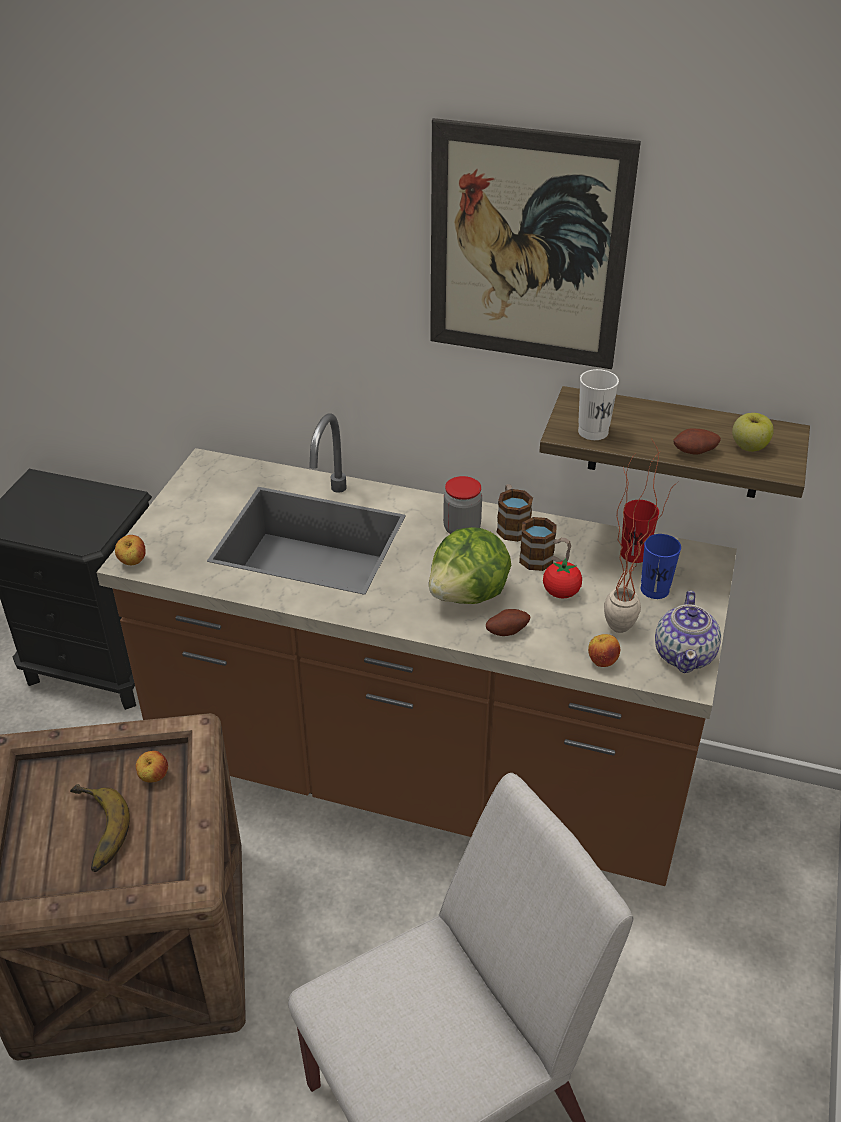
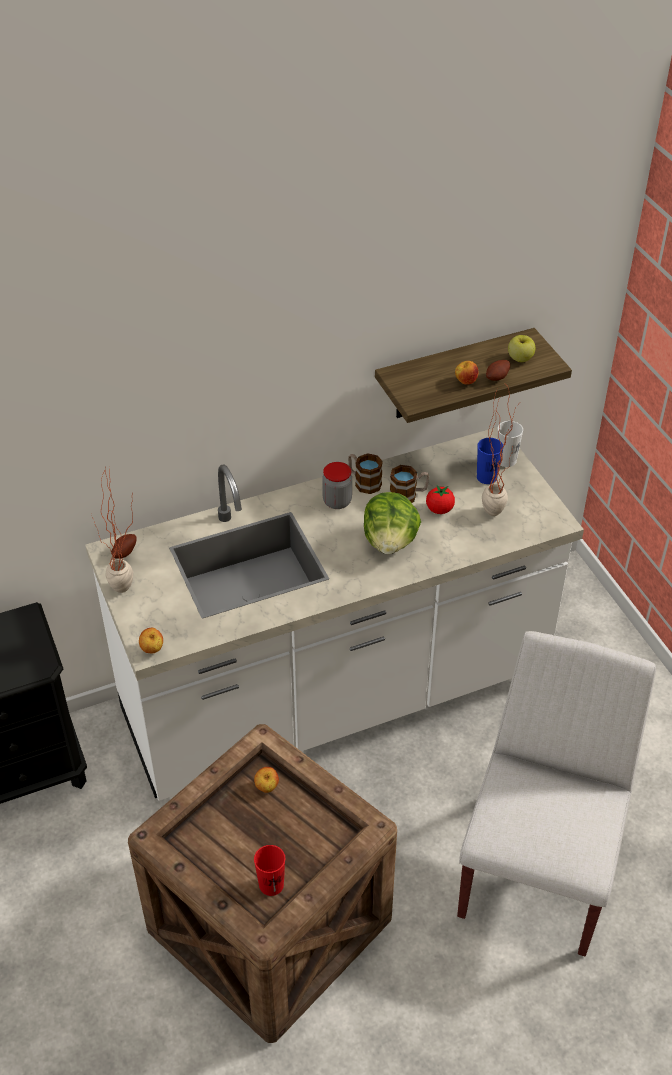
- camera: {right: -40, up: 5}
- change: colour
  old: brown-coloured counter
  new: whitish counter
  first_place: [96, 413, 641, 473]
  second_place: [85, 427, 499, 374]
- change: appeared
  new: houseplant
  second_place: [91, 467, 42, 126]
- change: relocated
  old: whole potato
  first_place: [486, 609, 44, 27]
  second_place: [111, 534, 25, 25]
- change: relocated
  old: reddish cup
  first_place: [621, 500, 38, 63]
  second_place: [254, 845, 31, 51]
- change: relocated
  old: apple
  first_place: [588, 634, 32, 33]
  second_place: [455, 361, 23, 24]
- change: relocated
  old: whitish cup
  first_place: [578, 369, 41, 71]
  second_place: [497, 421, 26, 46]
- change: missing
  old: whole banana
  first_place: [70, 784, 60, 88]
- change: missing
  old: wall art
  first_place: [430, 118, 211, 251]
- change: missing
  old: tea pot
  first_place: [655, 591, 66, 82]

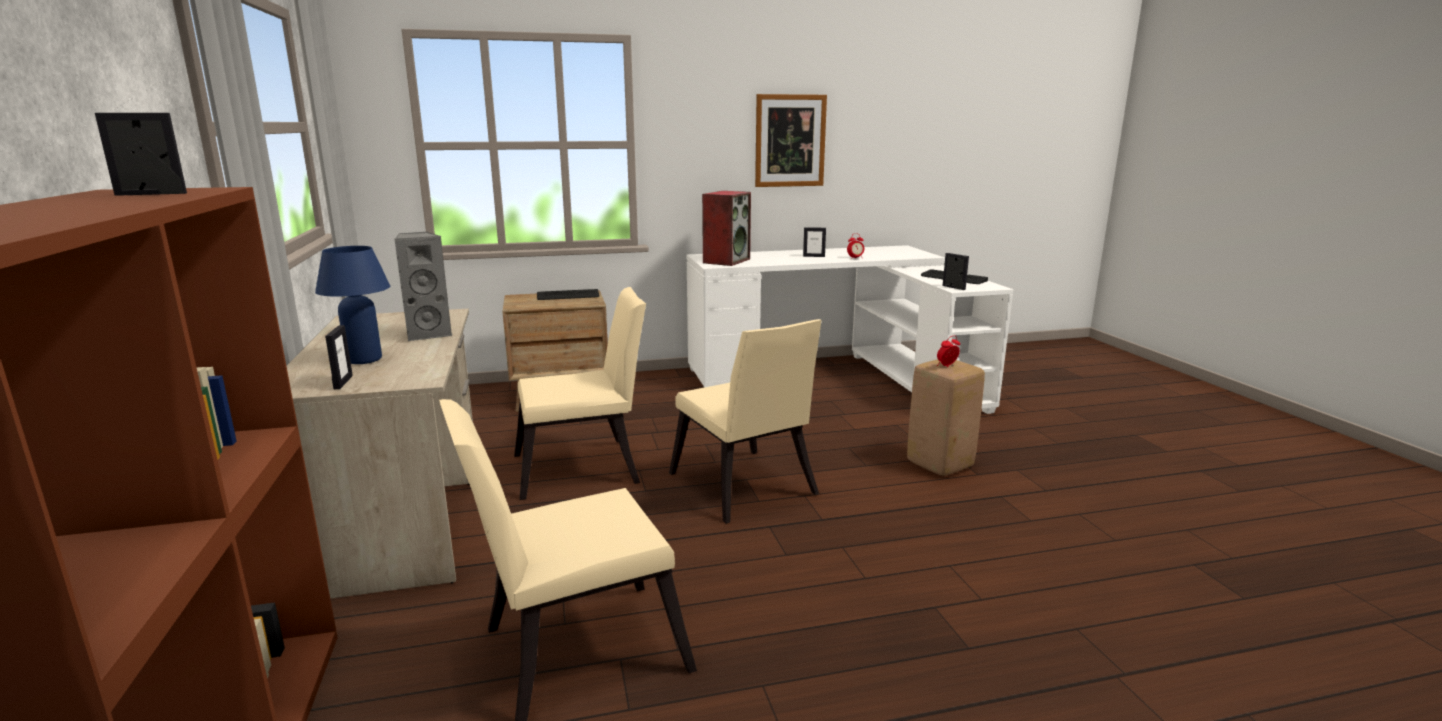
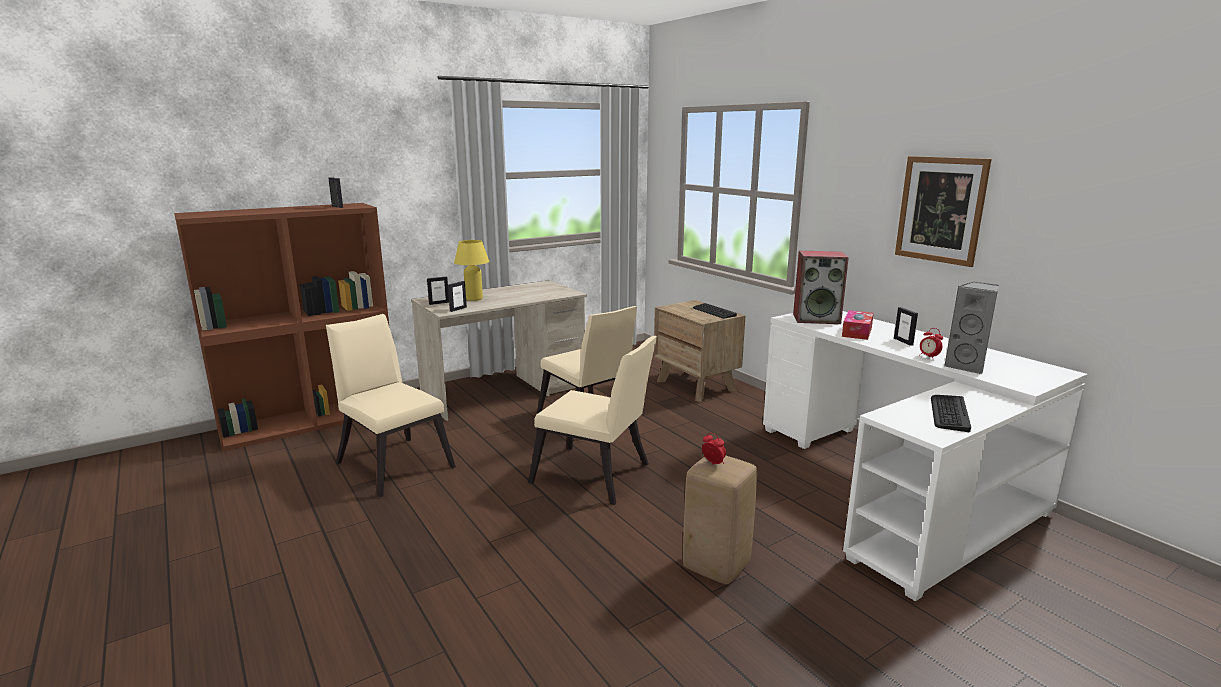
- camera: {right: 70, up: 0}
- change: relocated
  old: standing frame
  first_place: [943, 253, 26, 37]
  second_place: [448, 281, 19, 31]
- change: colour
  old: bluish table lamp
  new: yellow table lamp
  first_place: [315, 246, 75, 118]
  second_place: [454, 240, 35, 61]
- change: spun
  old: beige-coloured chair
  first_place: [669, 319, 152, 205]
  second_place: [528, 336, 129, 169]
  degrees: -105
- change: appeared
  new: box of tissues
  second_place: [842, 310, 32, 30]
- change: relocated
  old: gray audio speaker
  first_place: [394, 232, 58, 110]
  second_place: [944, 282, 55, 92]

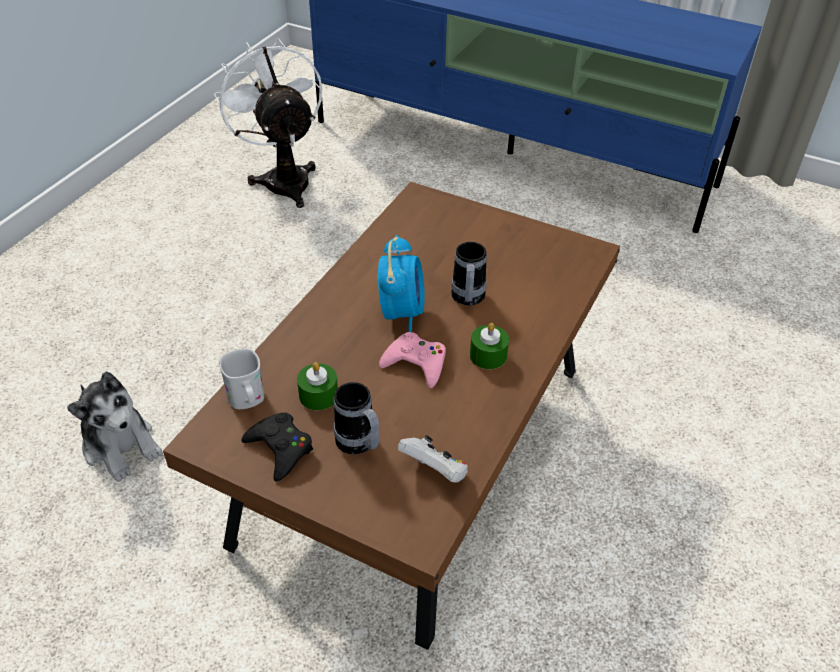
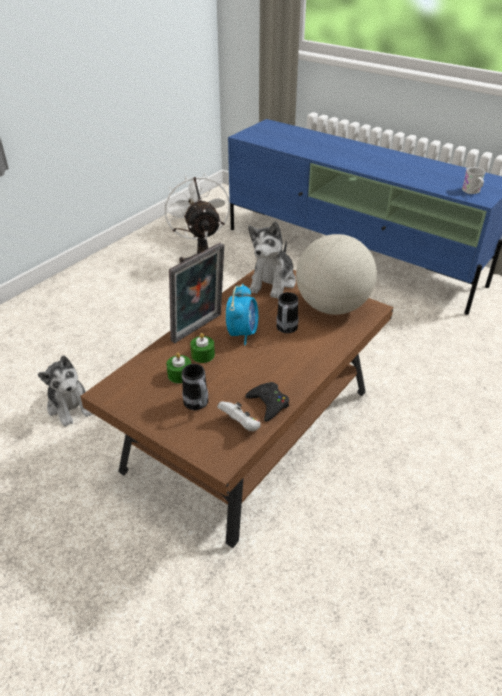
- camera: {right: 10, up: -5}
- change: appeared
  new: standing frame
  second_place: [169, 243, 56, 100]
- change: relocated
  old: green-coloured wax light
  first_place: [470, 323, 39, 46]
  second_place: [190, 333, 25, 30]
- change: relocated
  old: black gamepad
  first_place: [242, 413, 71, 69]
  second_place: [245, 382, 44, 40]
- change: appeared
  new: cuddly toy
  second_place: [248, 221, 48, 78]
- change: appeared
  new: desk globe
  second_place: [296, 234, 81, 81]
- change: relocated
  old: whitish tea mug
  first_place: [219, 349, 45, 60]
  second_place: [462, 167, 24, 27]
- change: missing
  old: pink gamepad
  first_place: [379, 332, 67, 56]

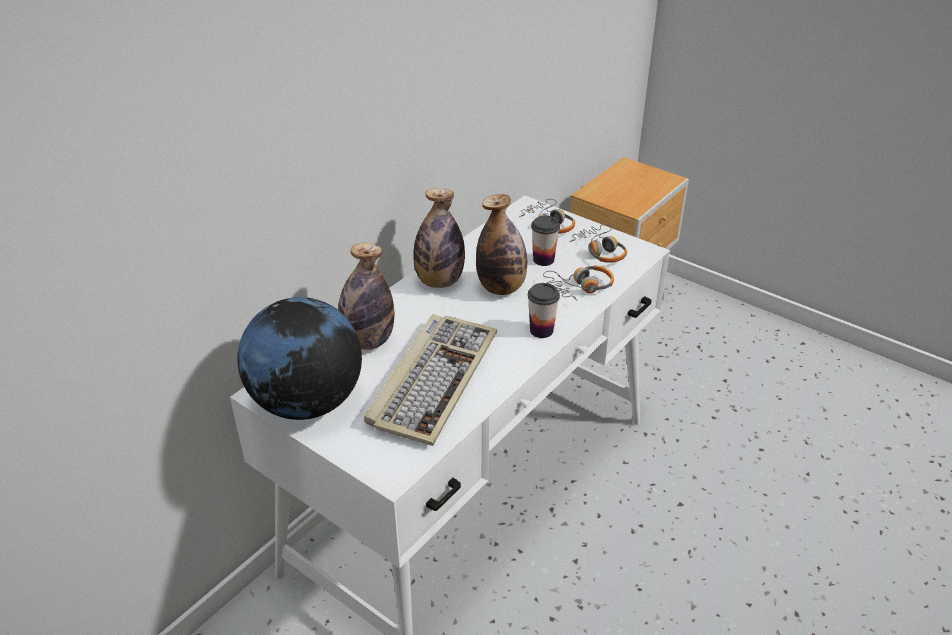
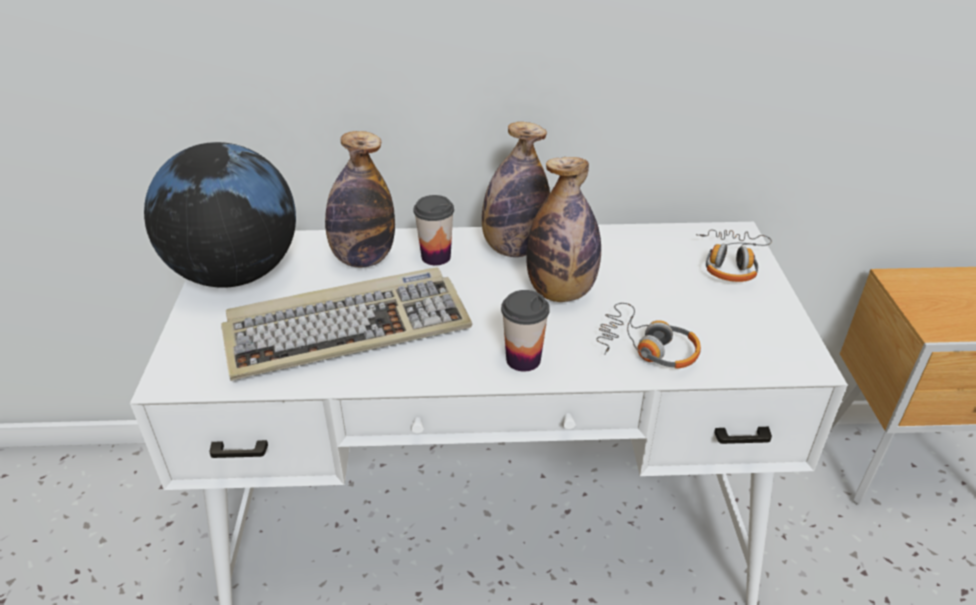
- camera: {right: 50, up: 0}
- change: relocated
  old: cup
  first_place: [531, 216, 29, 50]
  second_place: [414, 195, 40, 70]
- change: missing
  old: pair of headphones
  first_place: [569, 224, 58, 39]

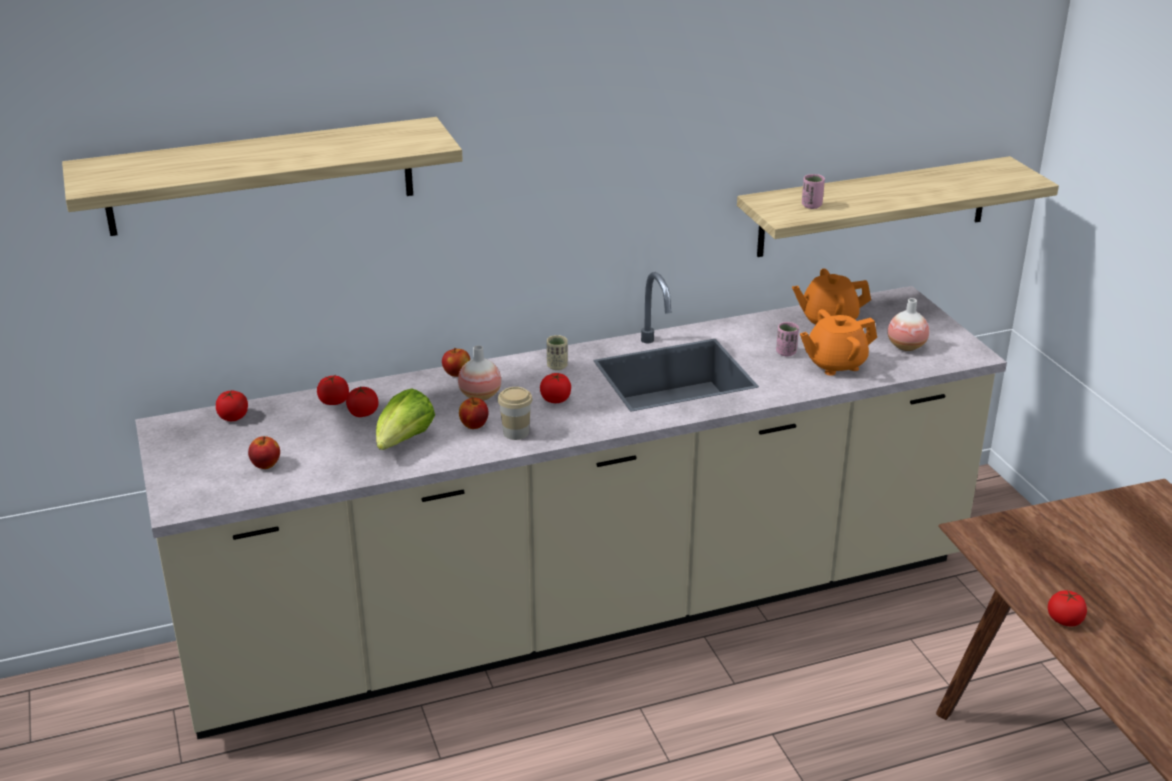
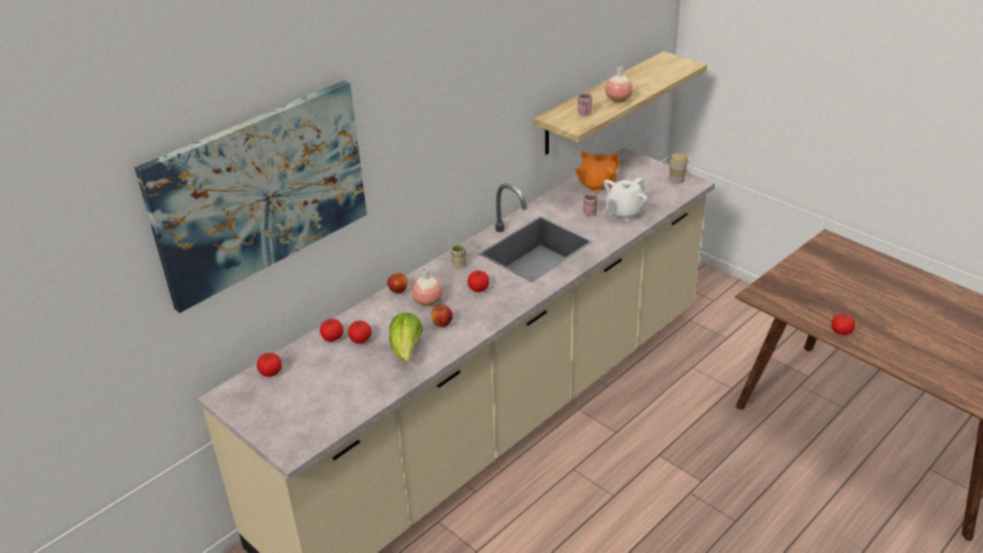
- camera: {right: -25, up: 5}
- change: exchanged
  old: shelf
  new: wall art
  first_place: [62, 117, 401, 119]
  second_place: [134, 80, 233, 233]
- change: colour
  old: orangey tea pot
  new: whitish tea pot
  first_place: [800, 309, 77, 67]
  second_place: [604, 177, 44, 44]
- change: relocated
  old: flower vase
  first_place: [888, 298, 41, 53]
  second_place: [605, 66, 28, 36]
- change: relocated
  old: cup
  first_place: [498, 387, 35, 53]
  second_place: [668, 153, 21, 31]
- change: missing
  old: apple
  first_place: [248, 436, 32, 33]

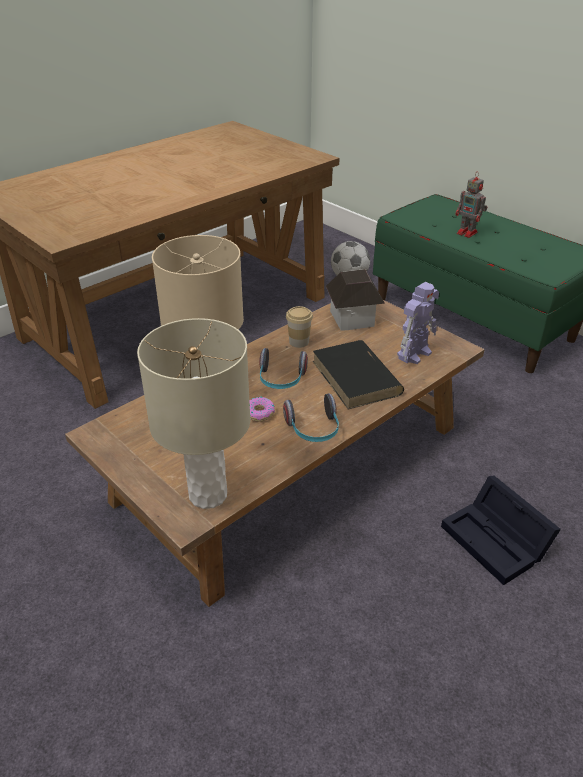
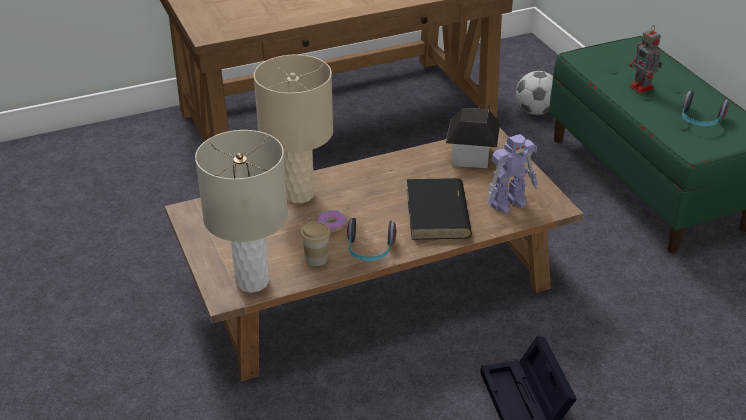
- camera: {right: 20, up: 0}
- change: relocated
  old: cup
  first_place: [286, 306, 27, 42]
  second_place: [300, 221, 30, 45]
- change: relocated
  old: pair of headphones
  first_place: [259, 348, 49, 41]
  second_place: [682, 91, 47, 35]

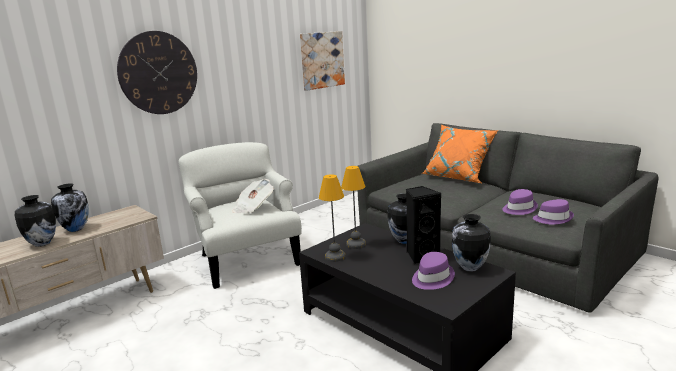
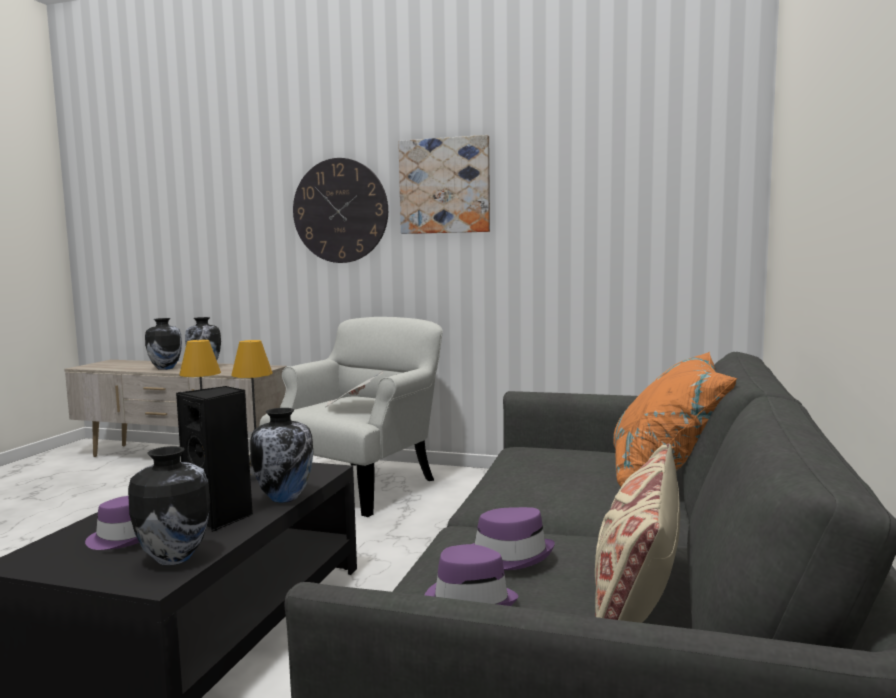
- camera: {right: 60, up: -10}
- change: relocated
  old: wall art
  first_place: [300, 31, 45, 60]
  second_place: [398, 135, 92, 99]
- change: appeared
  new: beige-coloured pillow
  second_place: [595, 443, 85, 180]

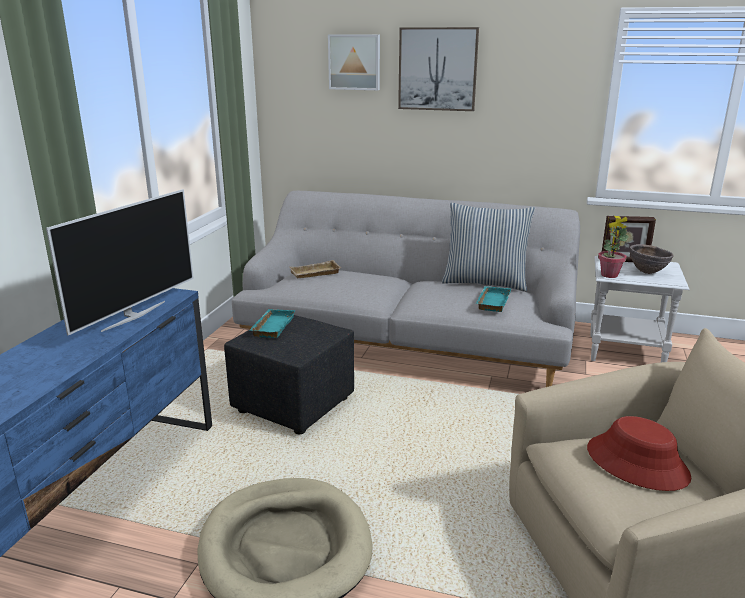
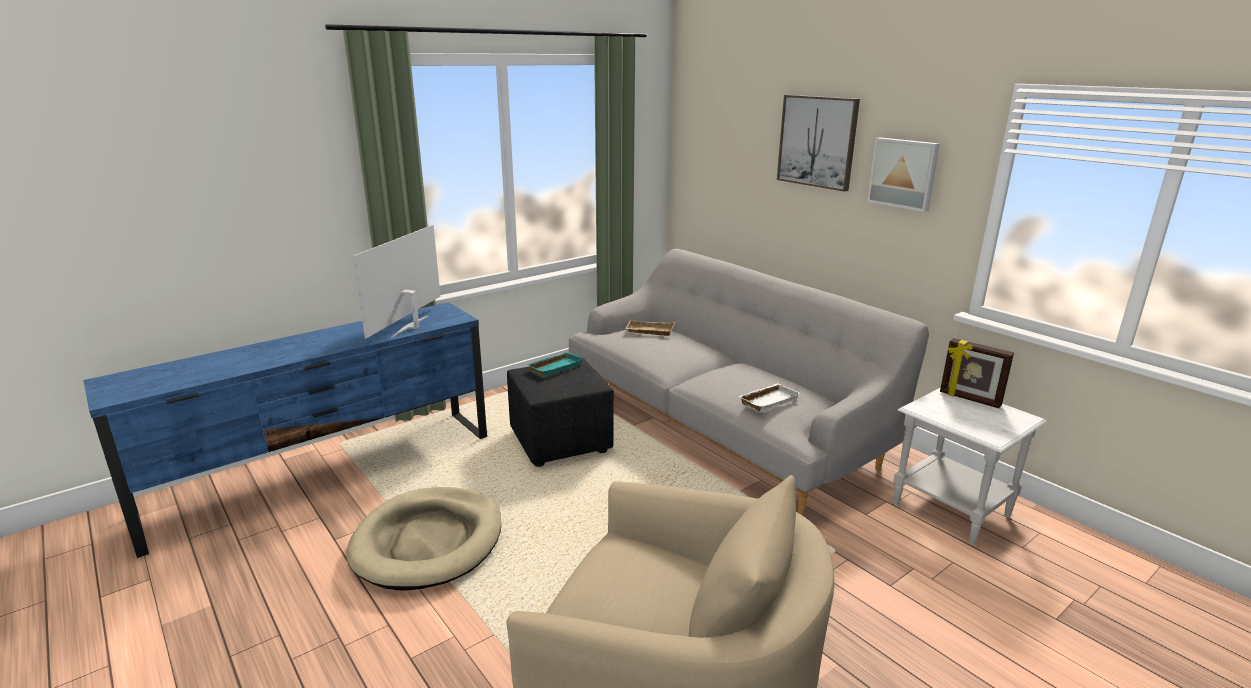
- camera: {right: 35, up: 0}
- change: spun
  old: TV
  first_place: [46, 189, 148, 146]
  second_place: [353, 225, 88, 113]
  degrees: 135
- change: colour
  old: blue-green serving tray
  new: whitish serving tray
  first_place: [476, 286, 35, 26]
  second_place: [739, 383, 61, 29]
- change: relocated
  old: wall art
  first_place: [328, 35, 52, 55]
  second_place: [867, 137, 73, 75]
- change: missing
  old: pillow
  first_place: [442, 203, 93, 88]
- change: missing
  old: reddish wearable hat
  first_place: [587, 416, 104, 75]
- change: missing
  old: houseplant
  first_place: [598, 226, 30, 52]
- change: missing
  old: brown-coloured serving bowl
  first_place: [630, 244, 44, 30]

